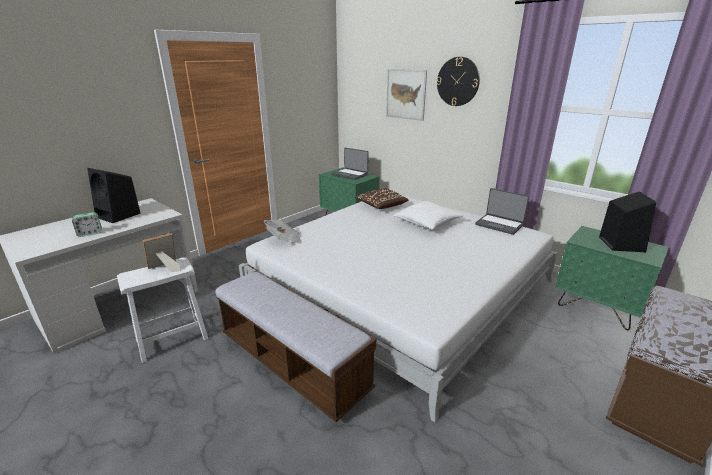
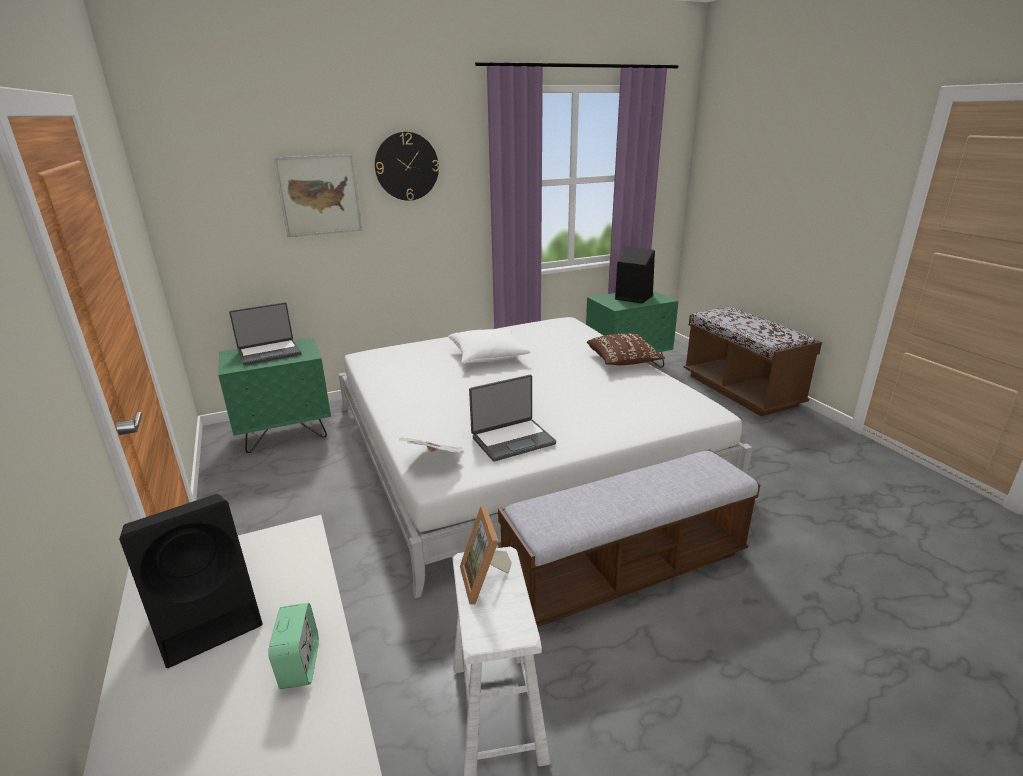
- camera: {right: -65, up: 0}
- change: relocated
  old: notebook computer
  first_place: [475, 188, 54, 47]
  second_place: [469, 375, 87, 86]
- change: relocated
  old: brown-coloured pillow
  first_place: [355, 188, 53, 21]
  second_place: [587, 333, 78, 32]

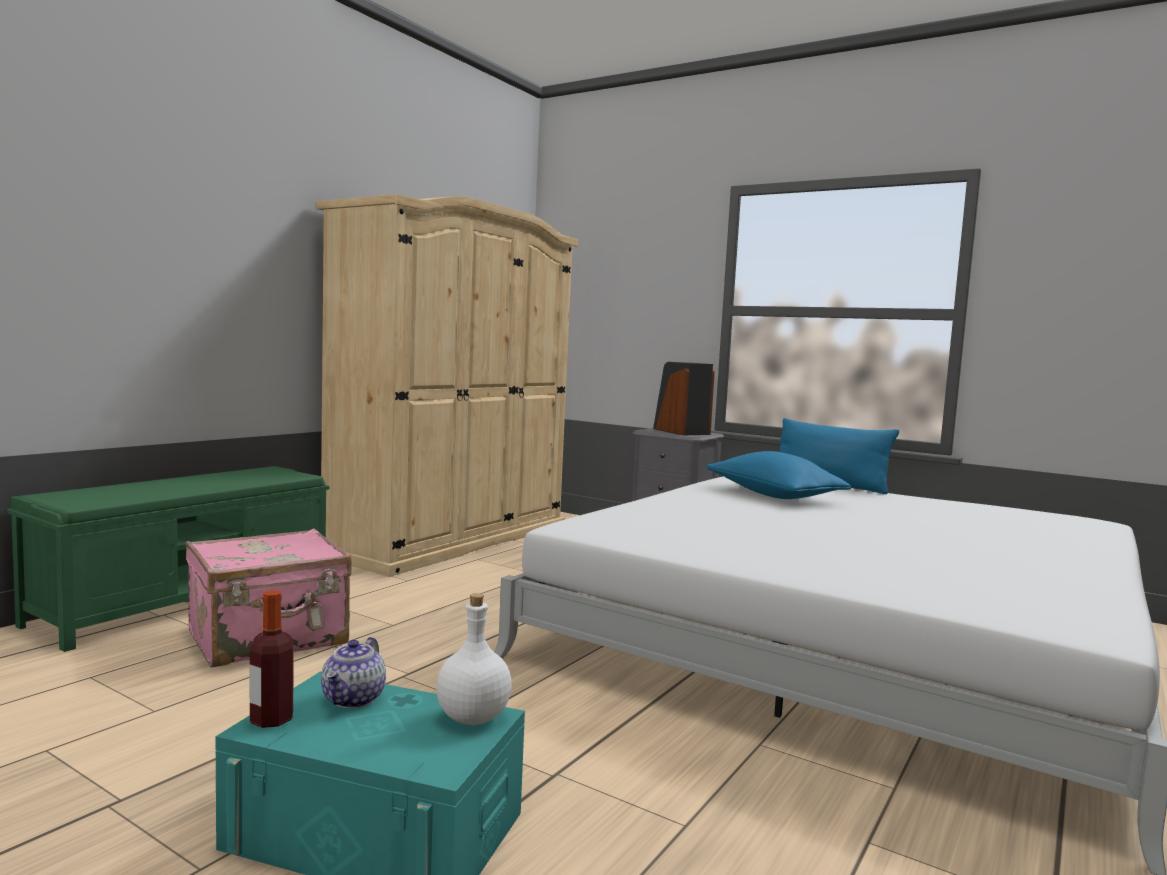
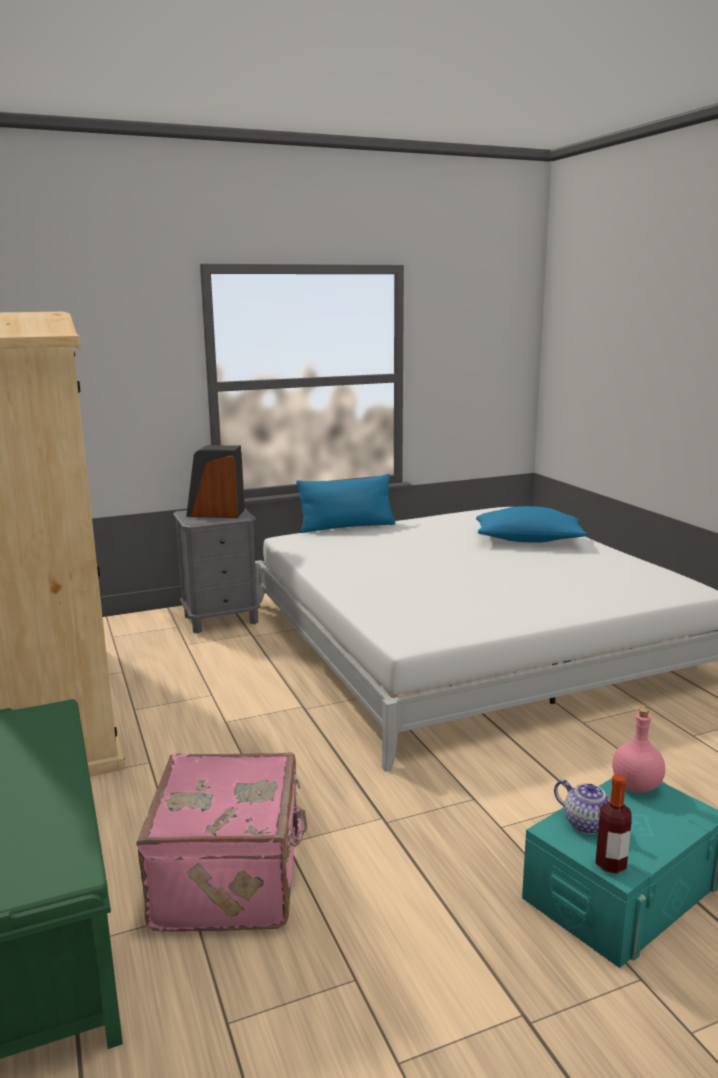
- camera: {right: -55, up: 10}
- change: relocated
  old: bluish pillow
  first_place: [707, 451, 144, 48]
  second_place: [476, 506, 111, 37]
- change: colour
  old: whitish beverage bottle
  new: pink beverage bottle
  first_place: [436, 593, 76, 132]
  second_place: [612, 708, 53, 85]

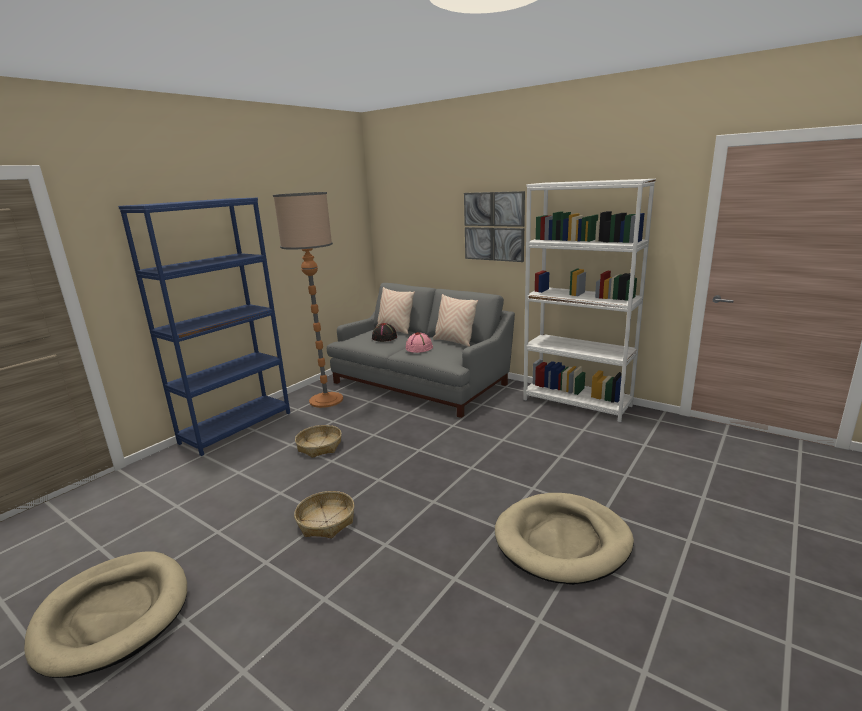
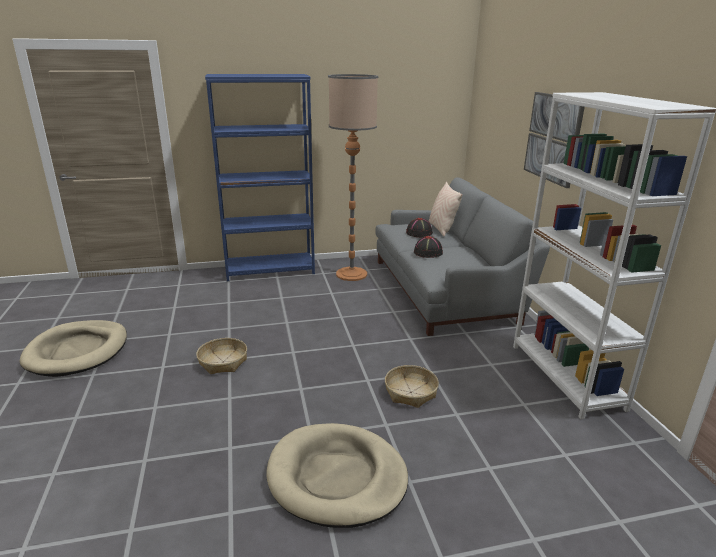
- camera: {right: 40, up: 5}
- change: relocated
  old: household basket
  first_place: [295, 425, 47, 33]
  second_place: [385, 365, 54, 43]
- change: colour
  old: pink wearable hat
  new: black wearable hat
  first_place: [406, 332, 27, 21]
  second_place: [414, 236, 29, 22]
- change: missing
  old: beige-coloured pillow
  first_place: [433, 294, 45, 53]

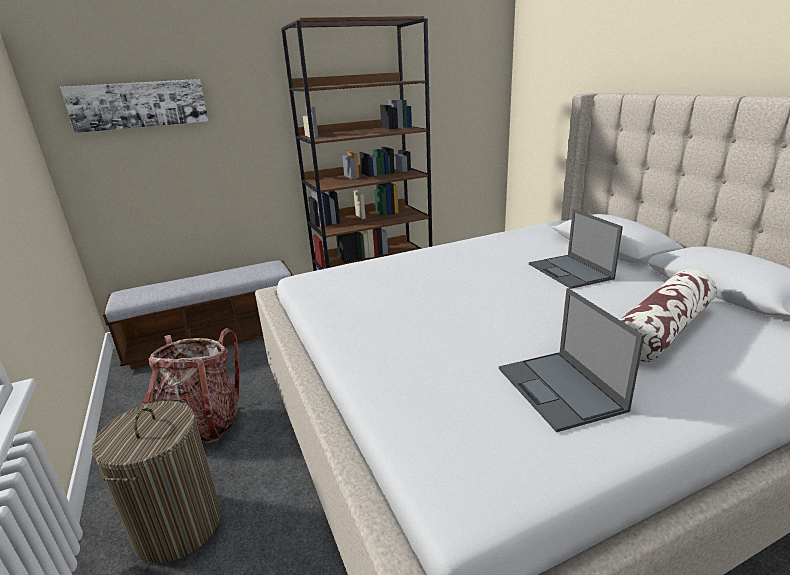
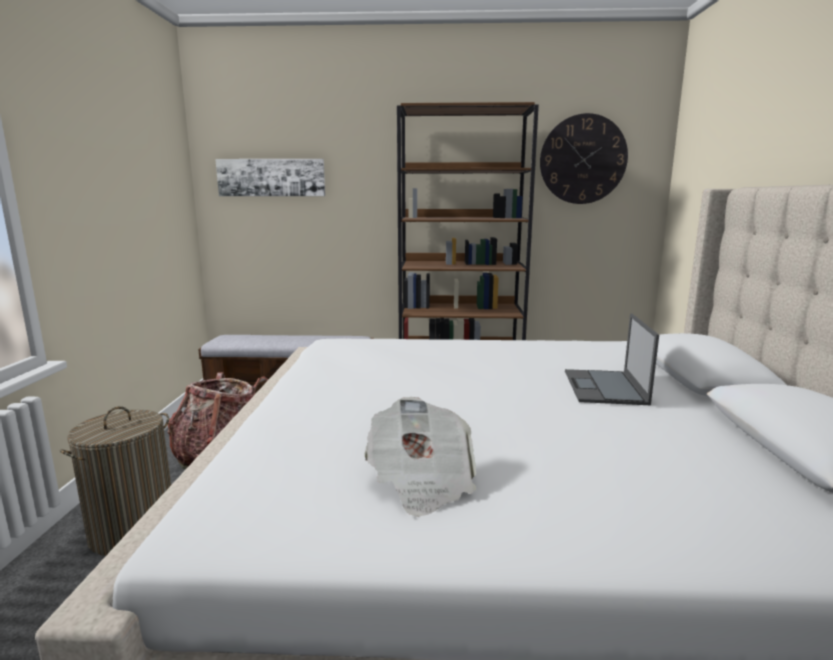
- camera: {right: 25, up: -10}
- change: exchanged
  old: notebook computer
  new: newspaper
  first_place: [499, 288, 145, 144]
  second_place: [364, 397, 112, 120]
- change: appeared
  new: wall clock
  second_place: [540, 113, 88, 91]
- change: missing
  old: pillow
  first_place: [620, 269, 97, 94]

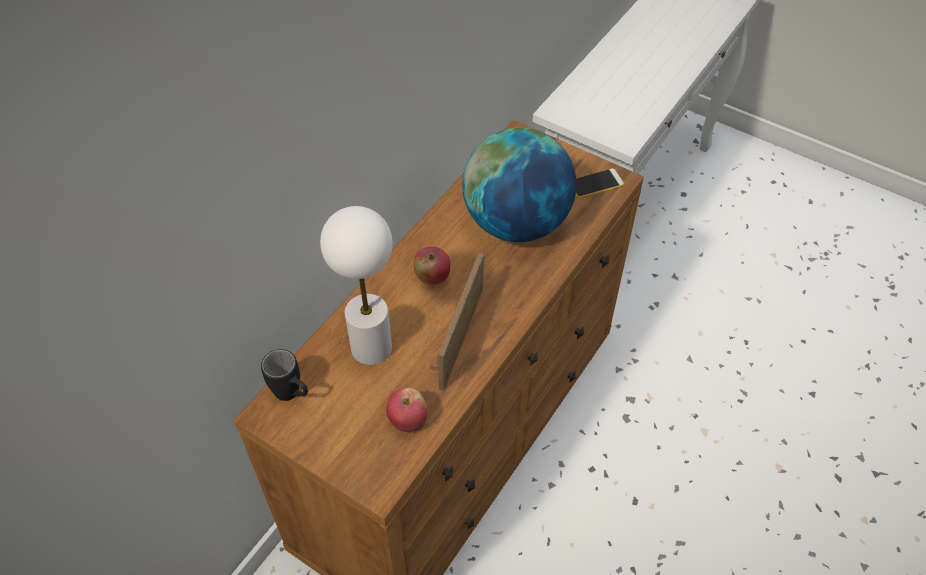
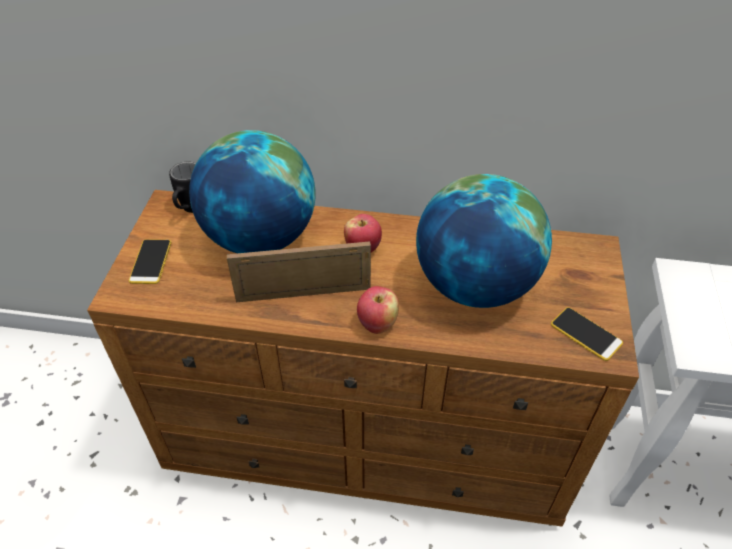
- camera: {right: 65, up: -5}
- change: appeared
  new: telephone
  second_place: [129, 239, 43, 45]
- change: exchanged
  old: whitish table lamp
  new: desk globe
  first_place: [320, 206, 73, 159]
  second_place: [189, 130, 127, 123]
- change: relocated
  old: apple
  first_place: [386, 387, 42, 45]
  second_place: [357, 286, 42, 48]

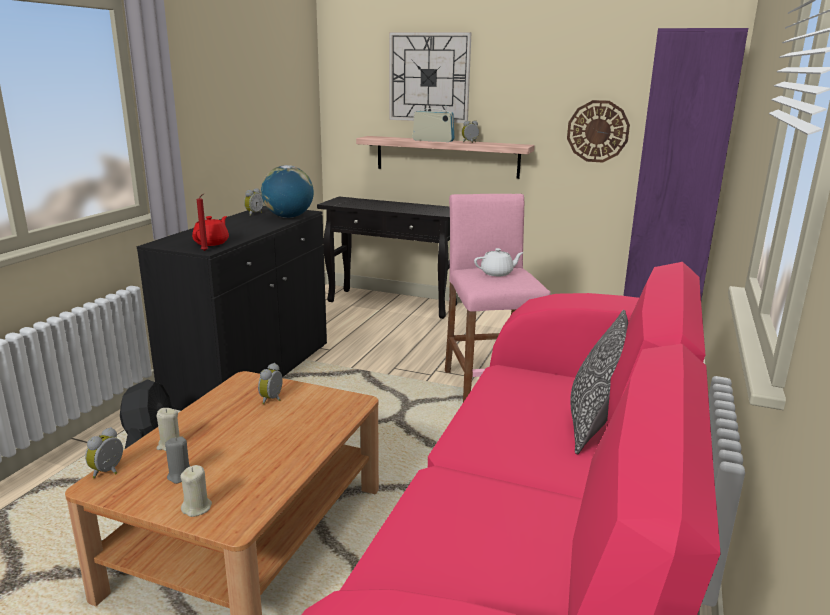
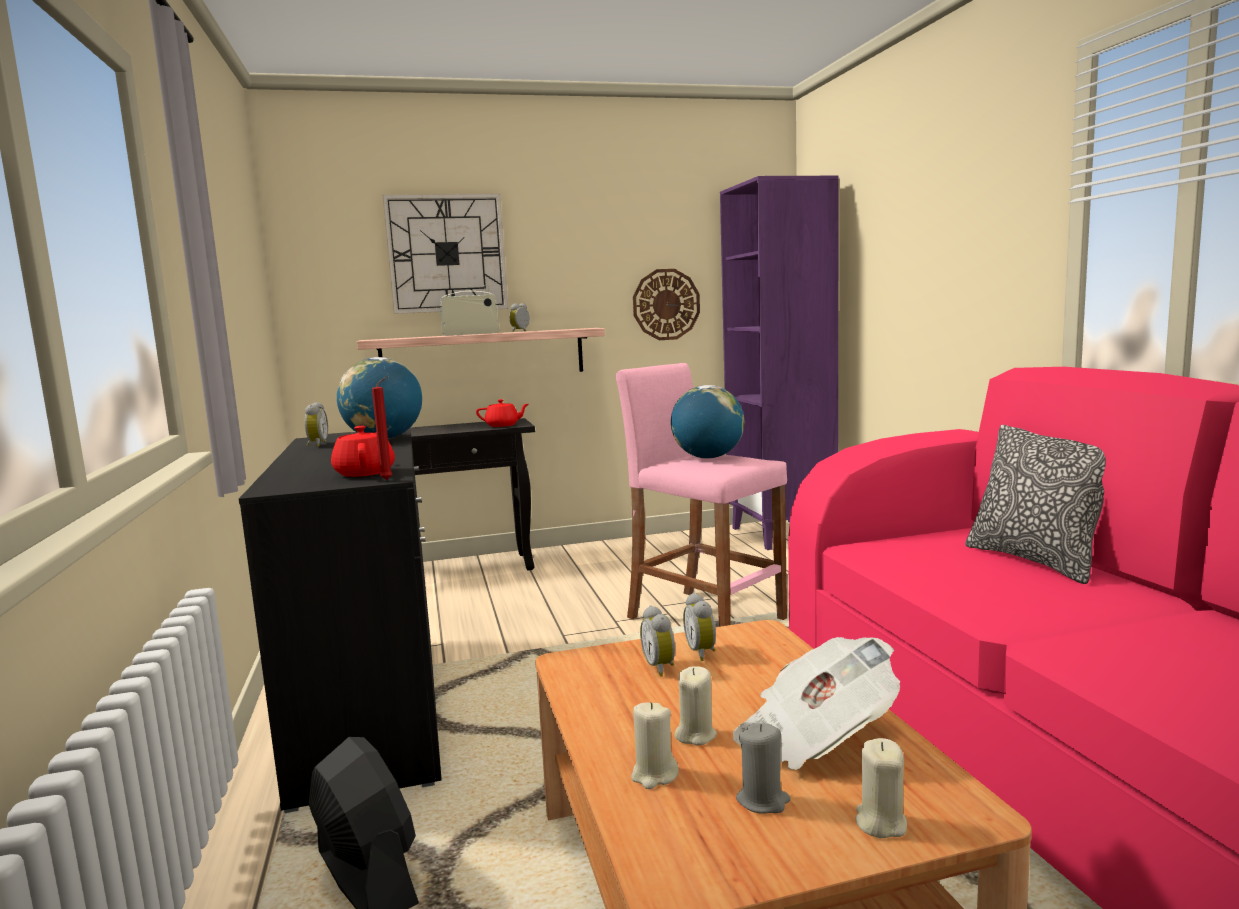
- camera: {right: -35, up: -10}
- change: appeared
  new: reddish tea pot
  second_place: [476, 399, 53, 28]
- change: exchanged
  old: whitish tea pot
  new: desk globe
  first_place: [474, 248, 50, 28]
  second_place: [671, 385, 73, 73]
- change: appeared
  new: beige-coloured wax light
  second_place: [675, 666, 42, 79]
- change: relocated
  old: bedside clock
  first_place: [85, 427, 38, 51]
  second_place: [683, 593, 33, 68]
- change: appeared
  new: newspaper
  second_place: [733, 637, 167, 133]

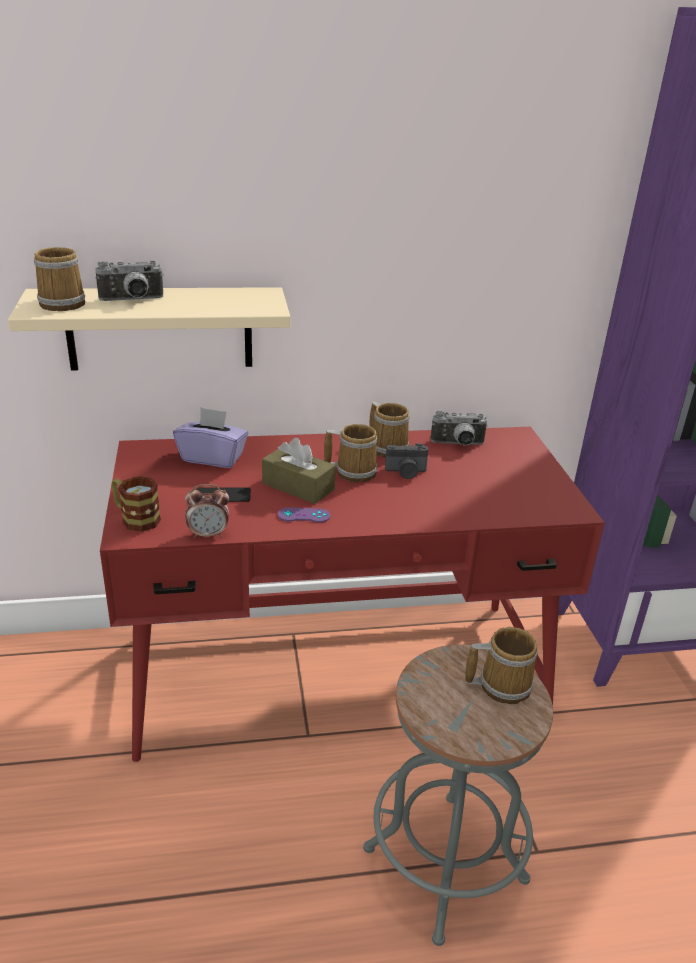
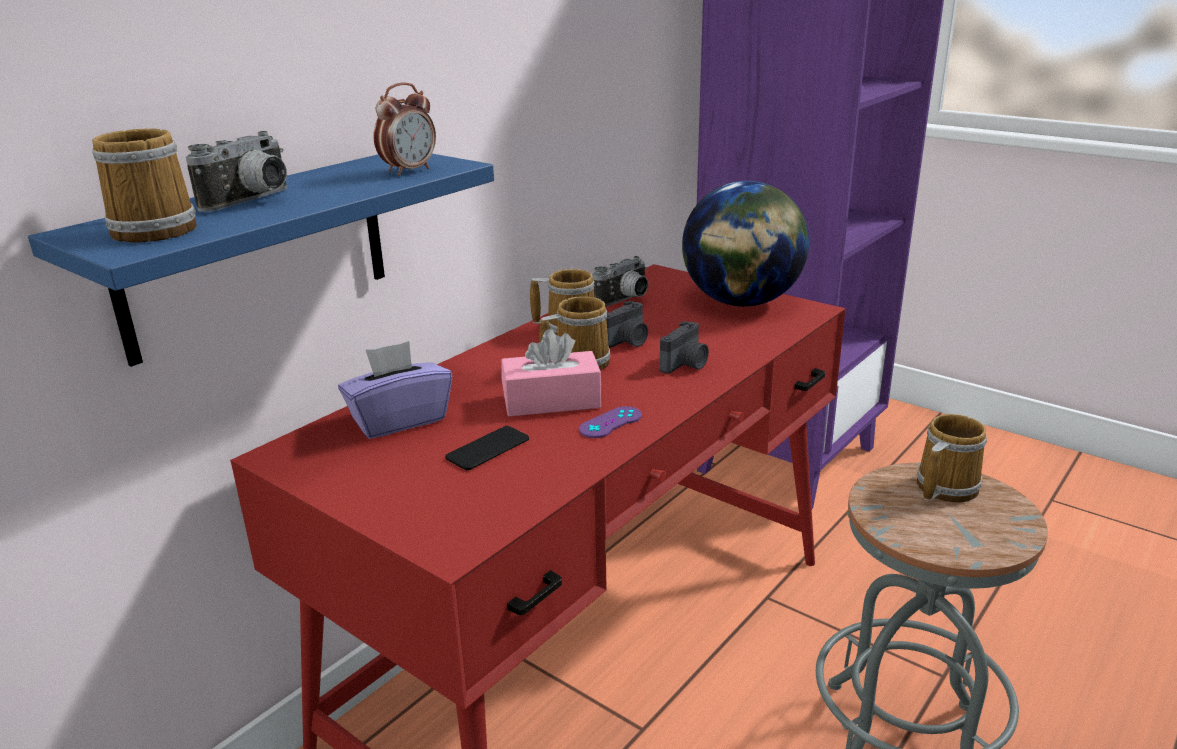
- camera: {right: -40, up: -5}
- change: colour
  old: beige-coloured shelf
  new: bluish shelf
  first_place: [8, 287, 282, 84]
  second_place: [28, 154, 466, 213]
- change: relocated
  old: bedside clock
  first_place: [185, 484, 44, 54]
  second_place: [374, 83, 62, 93]
- change: colour
  old: brown-coloured box of tissues
  new: pink box of tissues
  first_place: [262, 438, 74, 66]
  second_place: [501, 329, 100, 88]
- change: appeared
  new: photo camera
  second_place: [660, 321, 49, 52]
- change: appeared
  new: desk globe
  second_place: [682, 181, 127, 126]
- change: missing
  old: tea mug
  first_place: [112, 476, 49, 56]

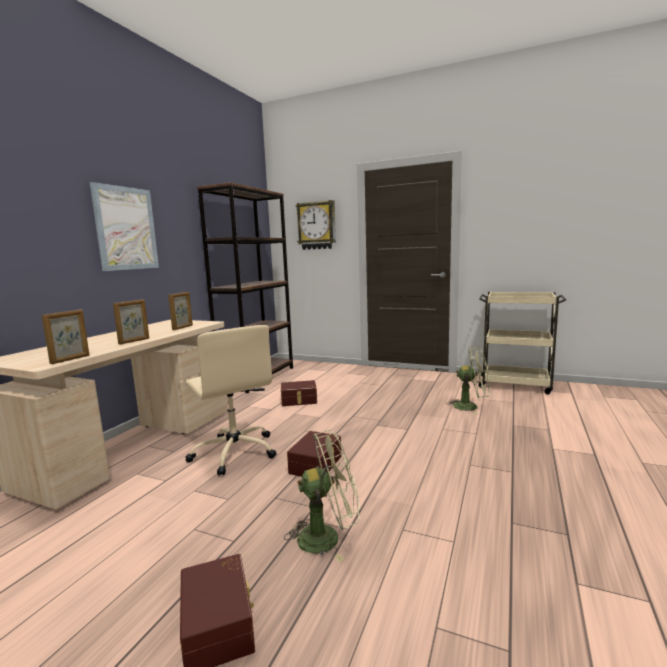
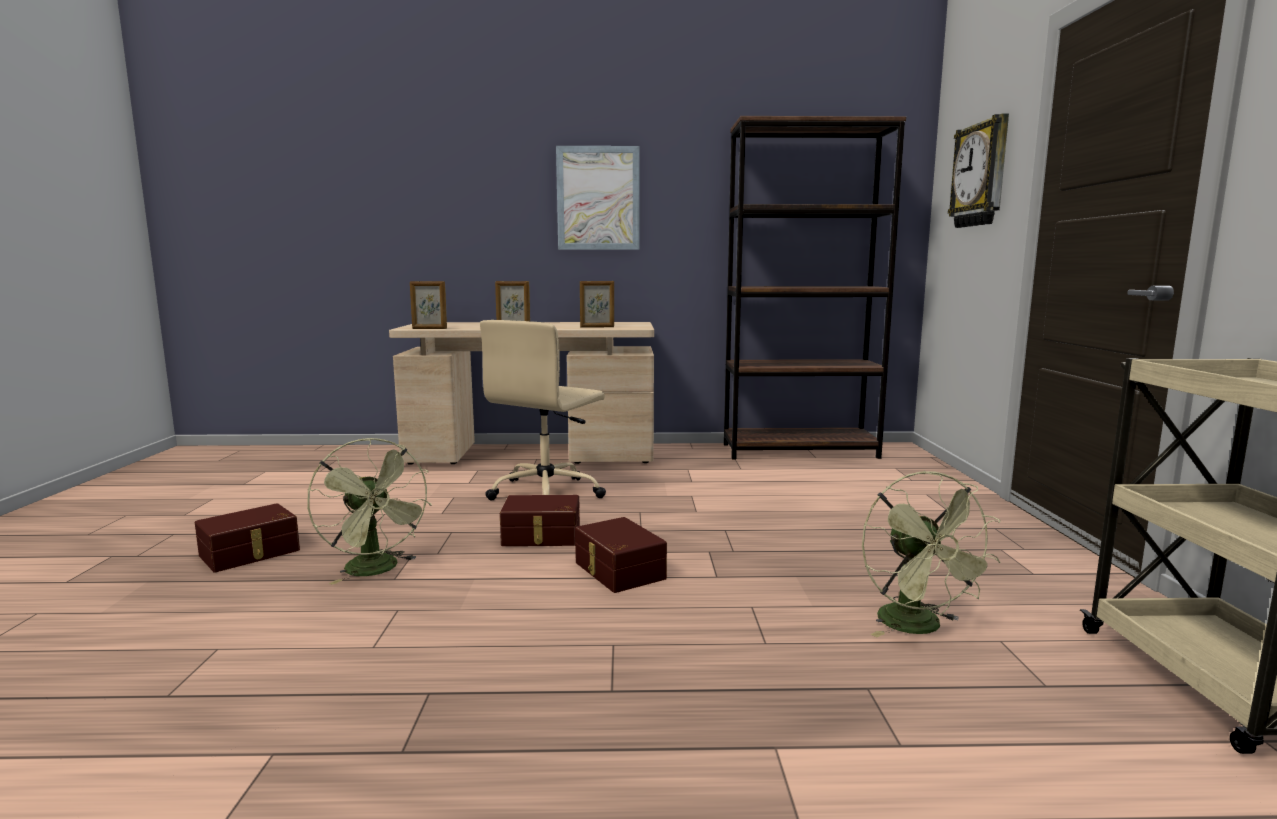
- camera: {right: 65, up: 0}
- change: relocated
  old: brown-coloured storage bin
  first_place: [281, 380, 36, 26]
  second_place: [575, 517, 92, 76]

